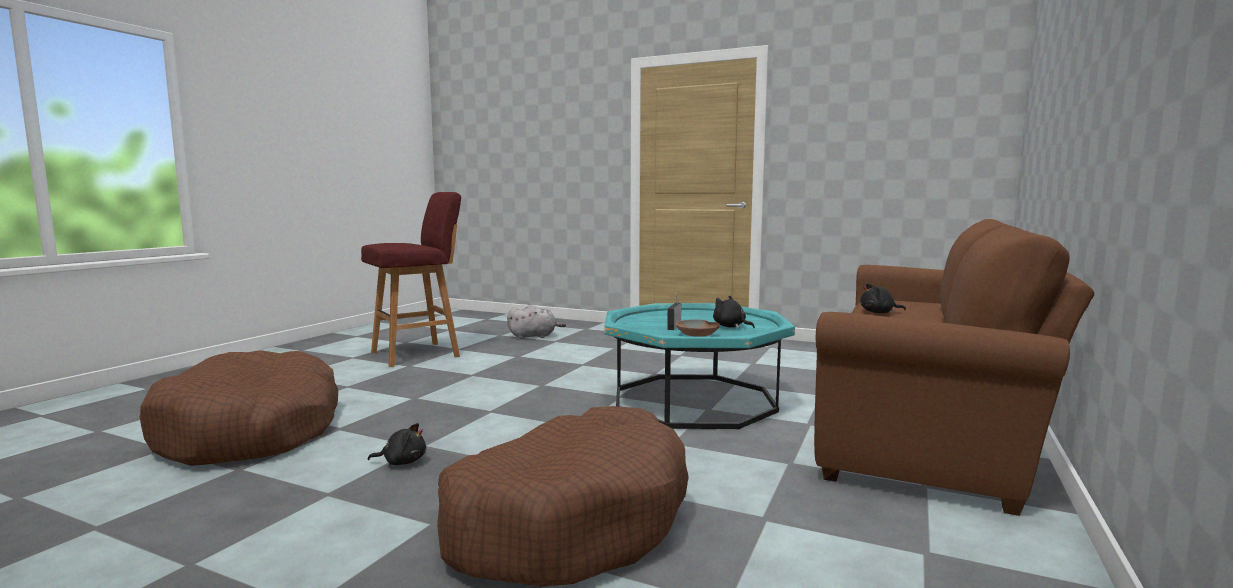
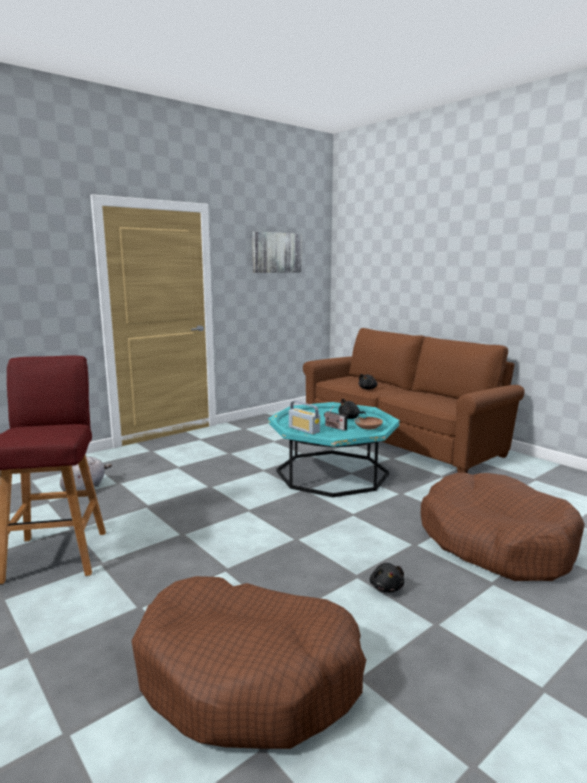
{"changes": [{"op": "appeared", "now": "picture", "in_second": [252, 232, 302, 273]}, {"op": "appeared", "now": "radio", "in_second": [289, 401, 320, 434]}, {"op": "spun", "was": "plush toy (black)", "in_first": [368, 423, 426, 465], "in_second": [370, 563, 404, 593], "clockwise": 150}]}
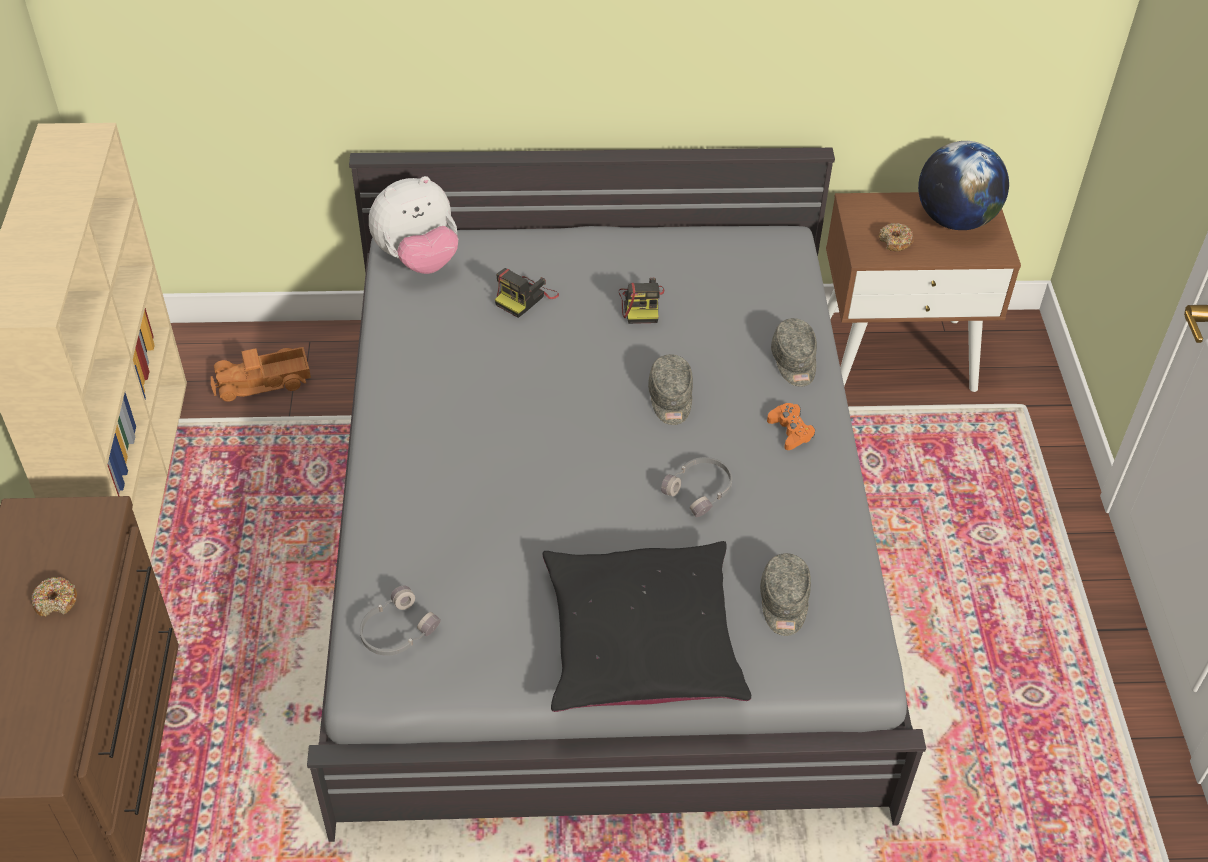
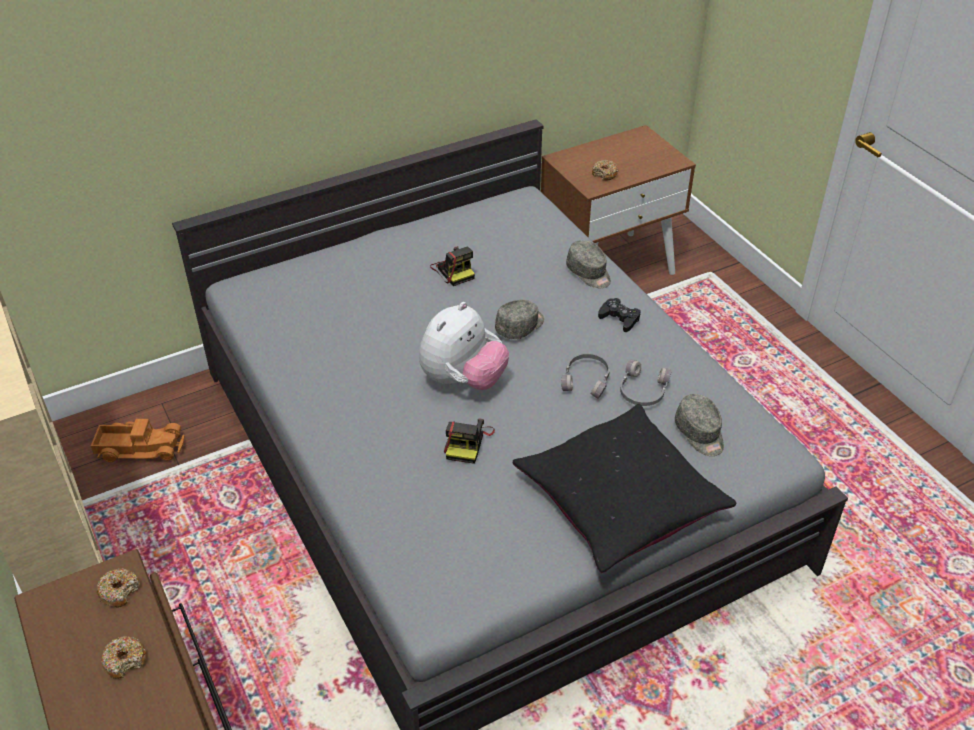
{"changes": [{"op": "spun", "was": "toy truck", "in_first": [211, 347, 311, 402], "in_second": [91, 419, 185, 462], "clockwise": -135}, {"op": "appeared", "now": "donut", "in_second": [97, 568, 140, 608]}, {"op": "relocated", "was": "plush toy", "in_first": [369, 176, 458, 274], "in_second": [419, 302, 509, 390]}, {"op": "relocated", "was": "photo camera", "in_first": [495, 268, 559, 318], "in_second": [444, 419, 495, 464]}, {"op": "spun", "was": "cap (grey)", "in_first": [648, 354, 693, 425], "in_second": [495, 300, 544, 339], "clockwise": -105}, {"op": "colour", "was": "game controller (orange)", "now": "game controller (black)", "in_first": [767, 403, 815, 450], "in_second": [598, 298, 641, 332]}, {"op": "relocated", "was": "headphones (grey)", "in_first": [360, 585, 441, 656], "in_second": [620, 360, 671, 406]}, {"op": "missing", "was": "globe", "in_first": [918, 141, 1009, 230]}]}
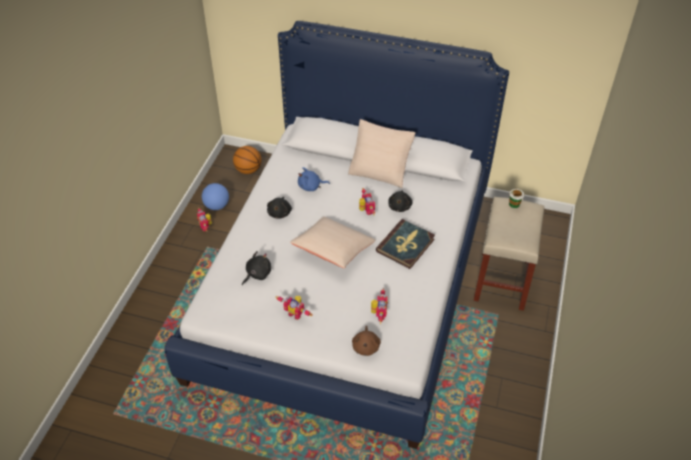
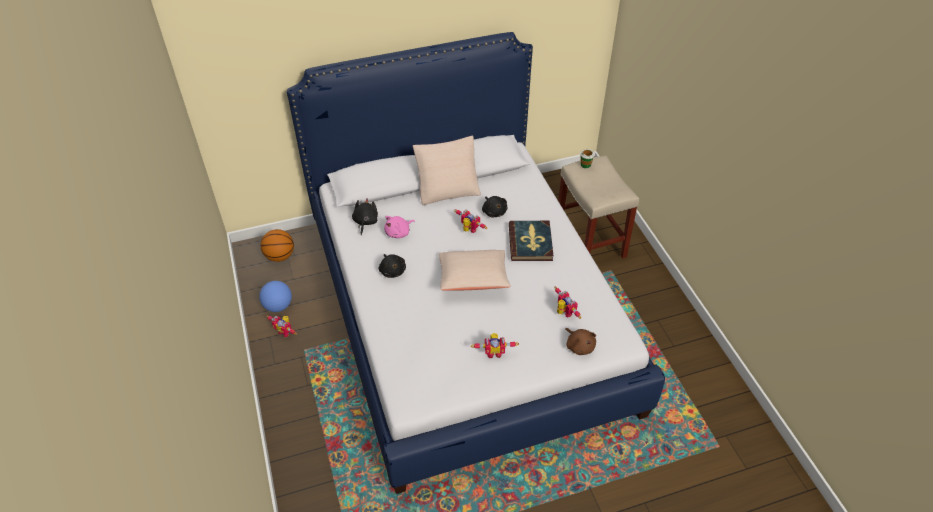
{"changes": [{"op": "relocated", "was": "plush toy (black)", "in_first": [242, 251, 271, 285], "in_second": [352, 198, 378, 235]}, {"op": "colour", "was": "plush toy (blue)", "now": "plush toy (pink)", "in_first": [298, 167, 330, 191], "in_second": [384, 216, 415, 238]}]}
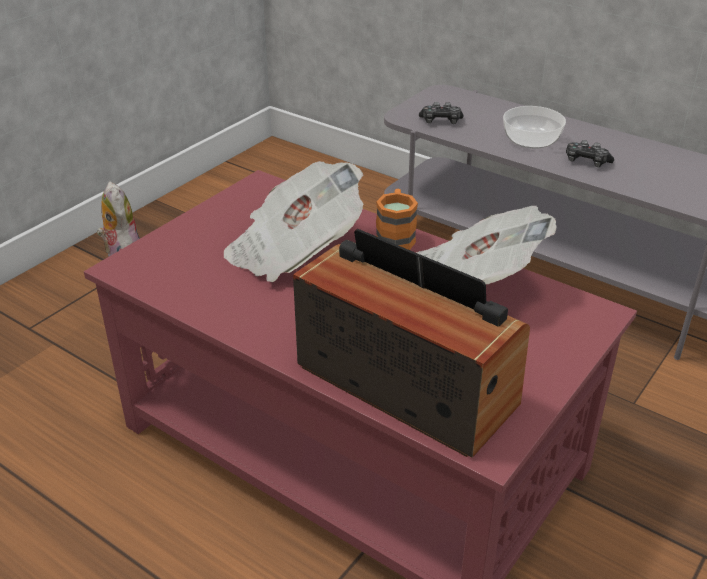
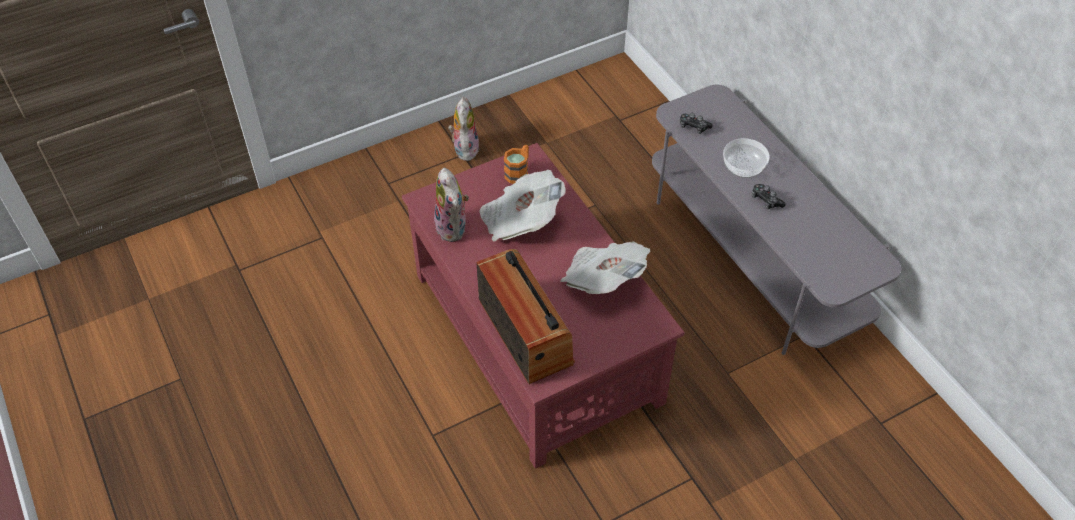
{"changes": [{"op": "appeared", "now": "plush toy", "in_second": [434, 168, 469, 242]}, {"op": "relocated", "was": "mug (orange)", "in_first": [376, 189, 418, 250], "in_second": [504, 145, 529, 184]}]}
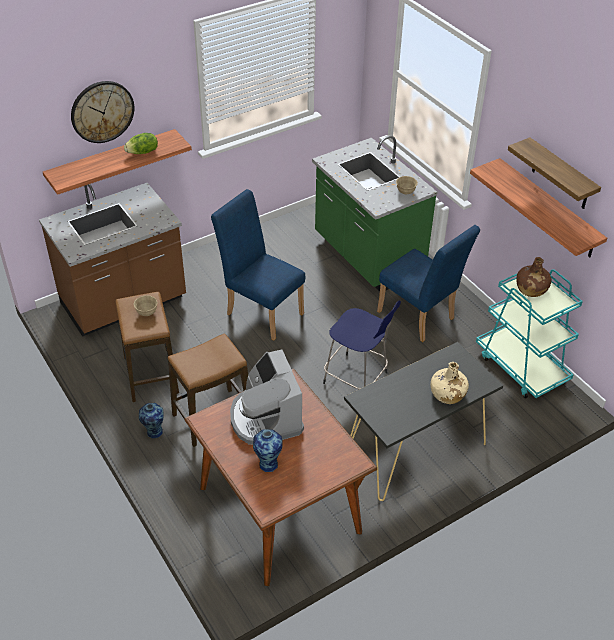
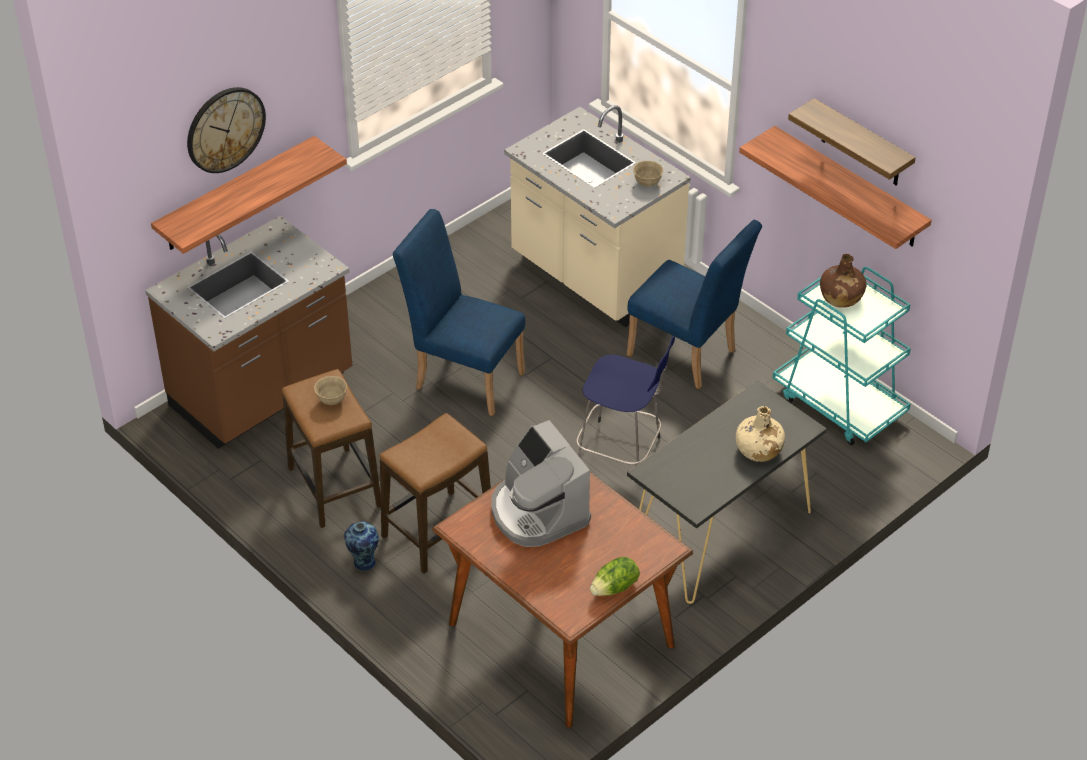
{"changes": [{"op": "colour", "was": "counter (green)", "now": "counter (beige)", "in_first": [312, 135, 437, 291], "in_second": [504, 105, 691, 327]}, {"op": "relocated", "was": "lettuce", "in_first": [124, 133, 158, 154], "in_second": [590, 557, 640, 596]}, {"op": "missing", "was": "vase", "in_first": [253, 429, 283, 472]}]}
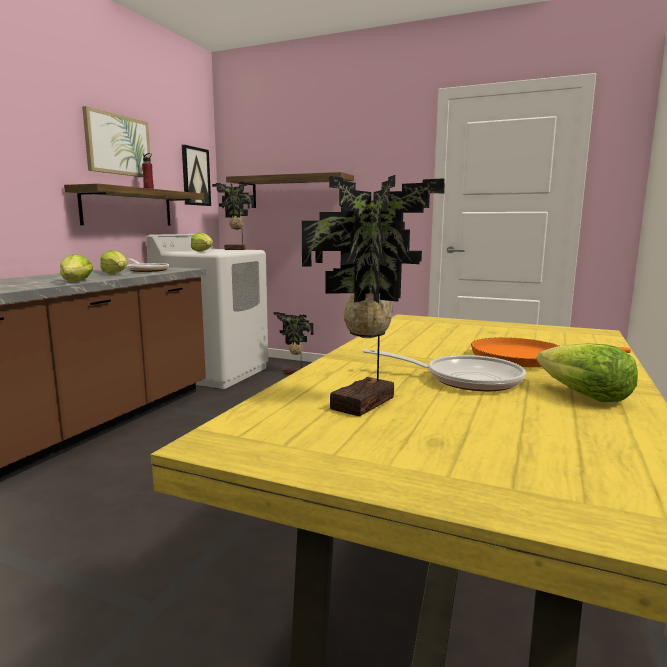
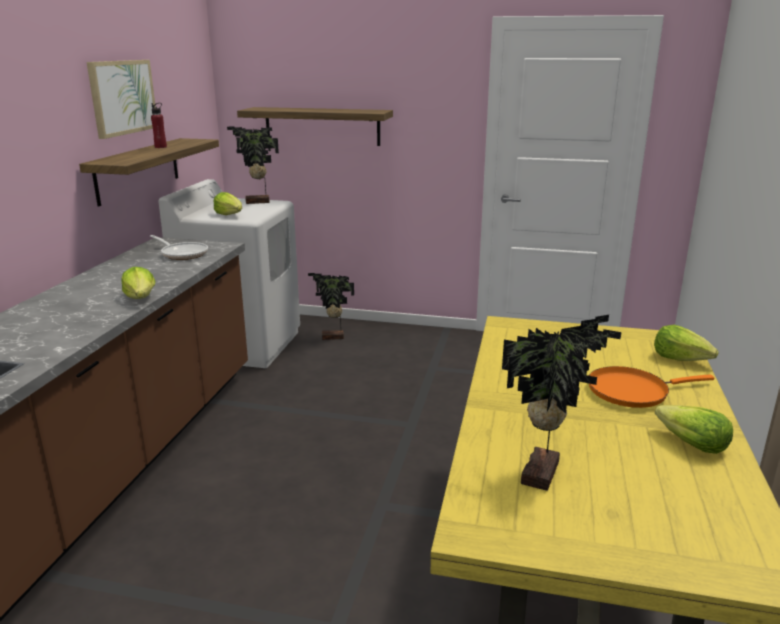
{"changes": [{"op": "relocated", "was": "lettuce", "in_first": [100, 250, 128, 273], "in_second": [654, 325, 719, 361]}, {"op": "missing", "was": "picture", "in_first": [182, 145, 211, 206]}, {"op": "missing", "was": "frying pan", "in_first": [363, 349, 526, 391]}]}
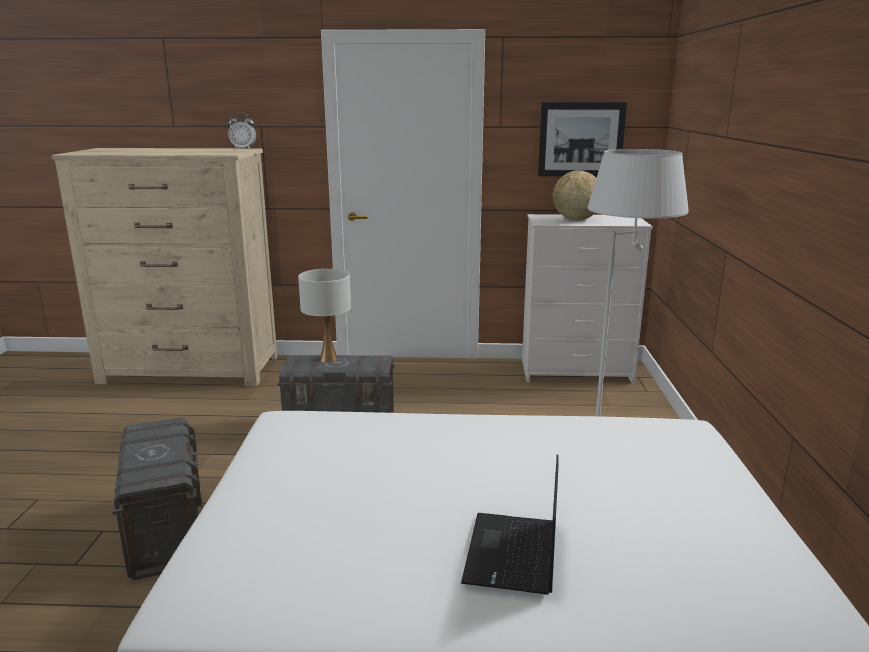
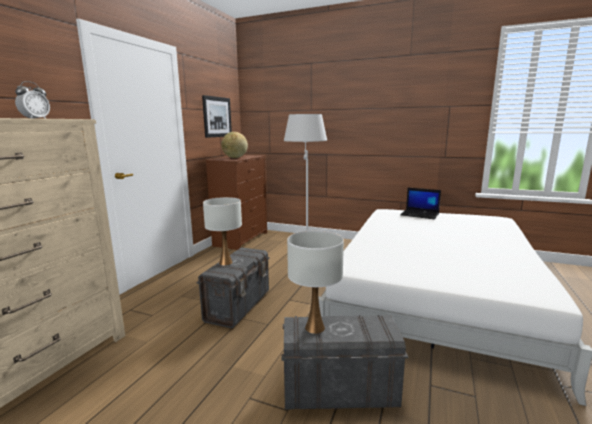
{"changes": [{"op": "colour", "was": "dresser (white)", "now": "dresser (brown)", "in_first": [522, 214, 653, 384], "in_second": [206, 155, 267, 250]}, {"op": "appeared", "now": "table lamp (white)", "in_second": [287, 231, 344, 334]}, {"op": "relocated", "was": "laptop", "in_first": [461, 454, 559, 595], "in_second": [400, 188, 441, 219]}]}
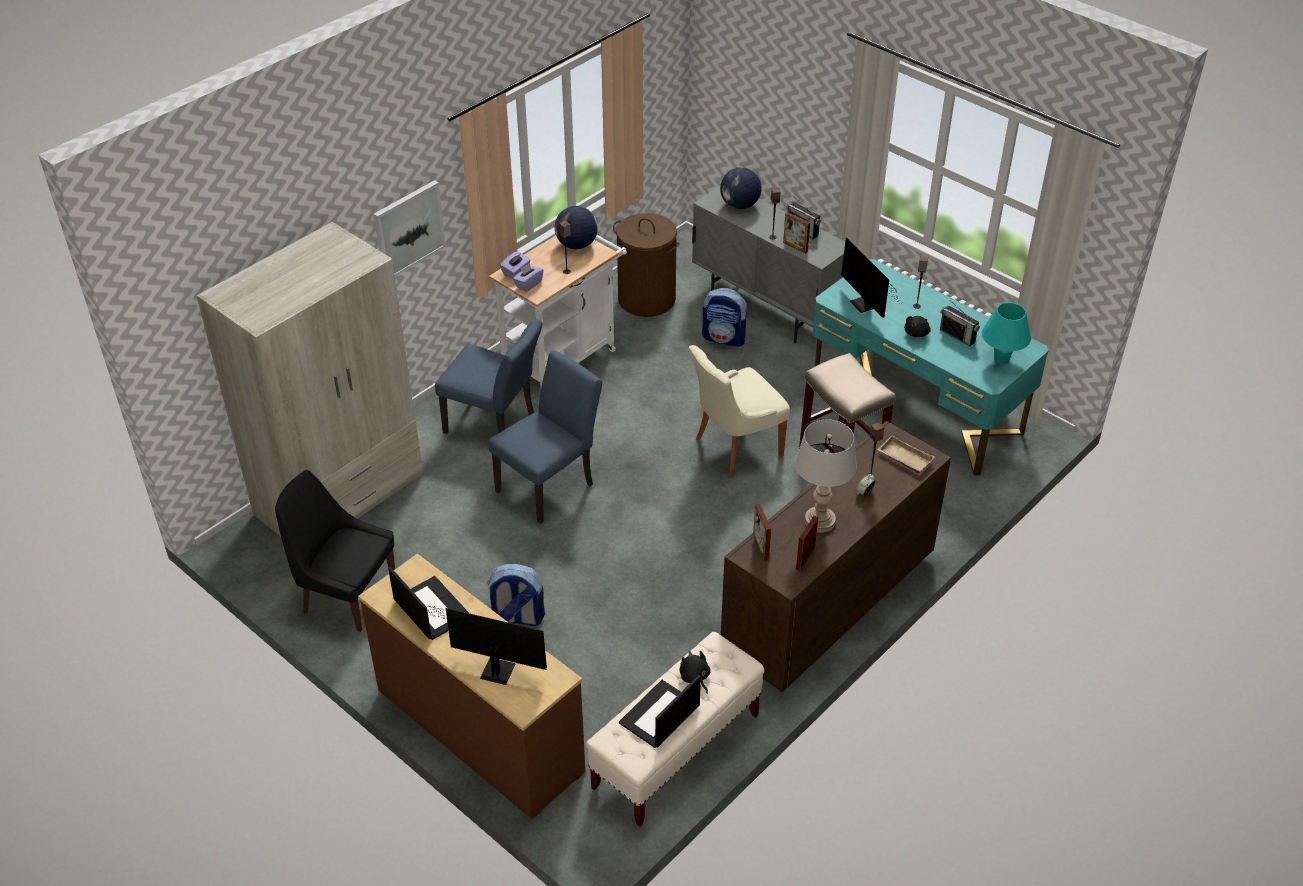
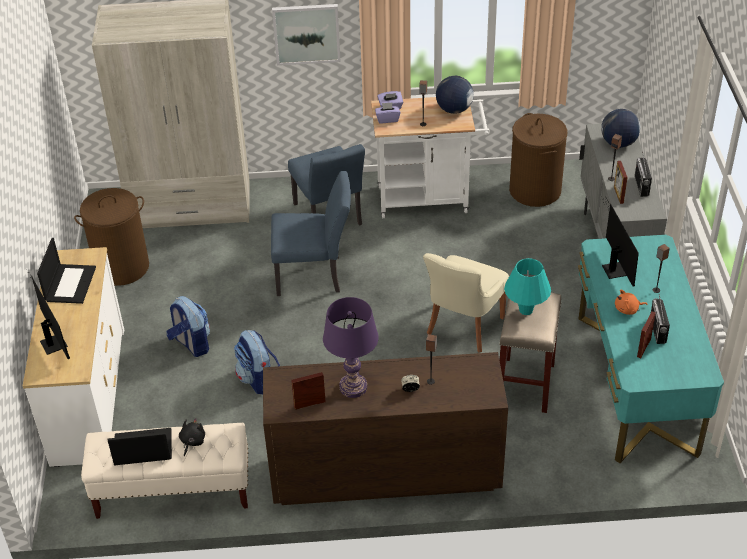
{"changes": [{"op": "colour", "was": "dresser (brown)", "now": "dresser (white)", "in_first": [358, 554, 585, 819], "in_second": [23, 247, 124, 467]}, {"op": "exchanged", "was": "chair (black)", "now": "laundry basket (brown)", "in_first": [275, 470, 395, 632], "in_second": [74, 188, 149, 286]}, {"op": "relocated", "was": "backpack", "in_first": [702, 288, 749, 347], "in_second": [234, 330, 280, 394]}, {"op": "colour", "was": "table lamp (grey)", "now": "table lamp (purple)", "in_first": [795, 419, 857, 533], "in_second": [323, 297, 379, 398]}, {"op": "spun", "was": "chair (beige)", "in_first": [689, 345, 790, 477], "in_second": [423, 253, 509, 353], "clockwise": -75}, {"op": "relocated", "was": "table lamp (turquoise)", "in_first": [982, 302, 1031, 364], "in_second": [504, 258, 551, 315]}, {"op": "spun", "was": "monitor", "in_first": [841, 237, 902, 318], "in_second": [602, 197, 639, 286], "clockwise": 150}, {"op": "colour", "was": "plush toy (black)", "now": "plush toy (orange)", "in_first": [904, 316, 931, 337], "in_second": [615, 290, 648, 315]}, {"op": "relocated", "was": "picture frame", "in_first": [753, 504, 771, 561], "in_second": [637, 311, 656, 358]}, {"op": "missing", "was": "tray (beige)", "in_first": [877, 435, 934, 473]}]}
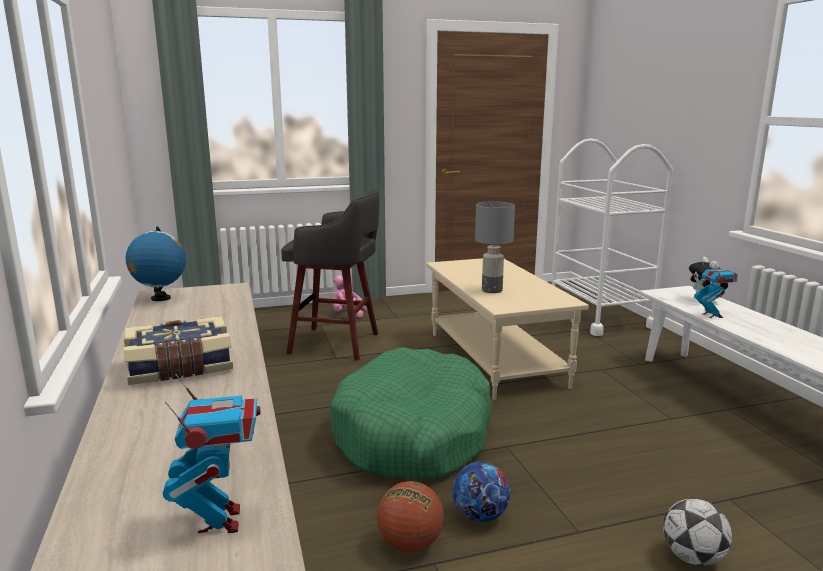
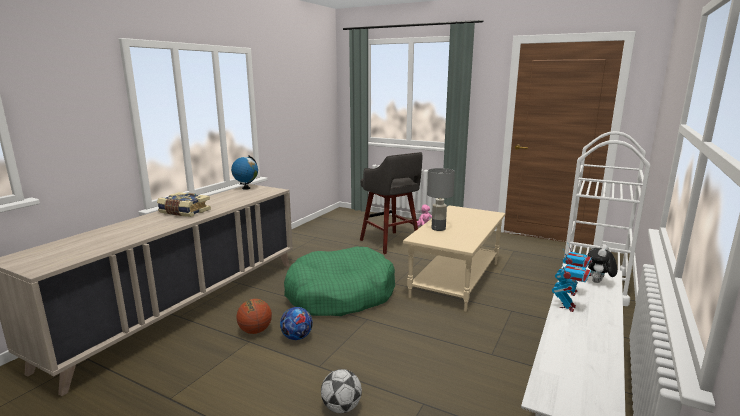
{"changes": [{"op": "relocated", "was": "toy robot", "in_first": [163, 374, 261, 533], "in_second": [552, 255, 592, 312]}]}
